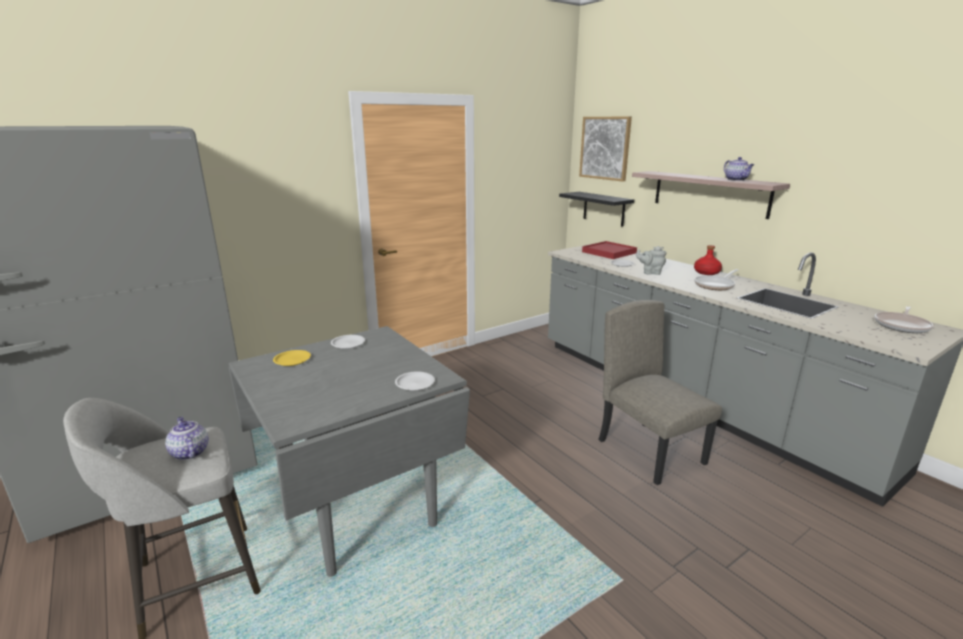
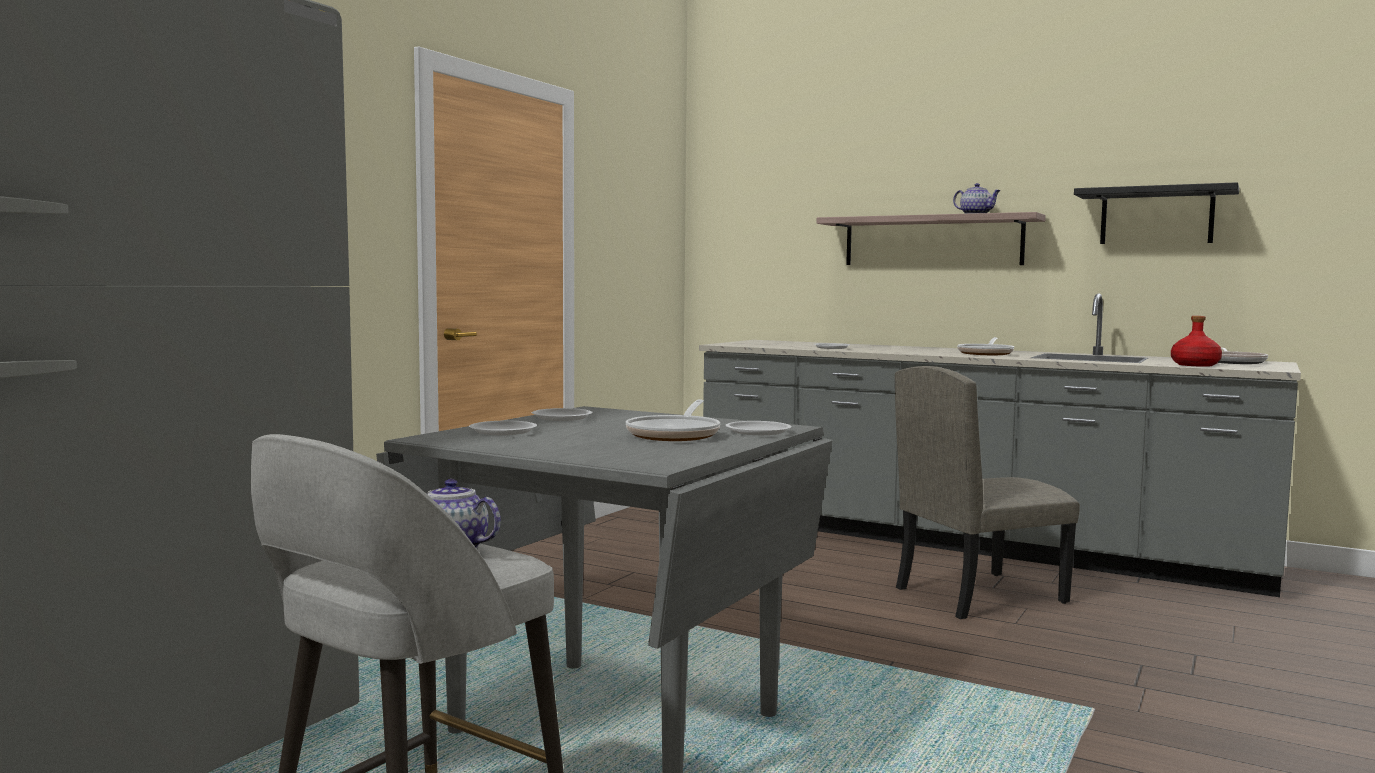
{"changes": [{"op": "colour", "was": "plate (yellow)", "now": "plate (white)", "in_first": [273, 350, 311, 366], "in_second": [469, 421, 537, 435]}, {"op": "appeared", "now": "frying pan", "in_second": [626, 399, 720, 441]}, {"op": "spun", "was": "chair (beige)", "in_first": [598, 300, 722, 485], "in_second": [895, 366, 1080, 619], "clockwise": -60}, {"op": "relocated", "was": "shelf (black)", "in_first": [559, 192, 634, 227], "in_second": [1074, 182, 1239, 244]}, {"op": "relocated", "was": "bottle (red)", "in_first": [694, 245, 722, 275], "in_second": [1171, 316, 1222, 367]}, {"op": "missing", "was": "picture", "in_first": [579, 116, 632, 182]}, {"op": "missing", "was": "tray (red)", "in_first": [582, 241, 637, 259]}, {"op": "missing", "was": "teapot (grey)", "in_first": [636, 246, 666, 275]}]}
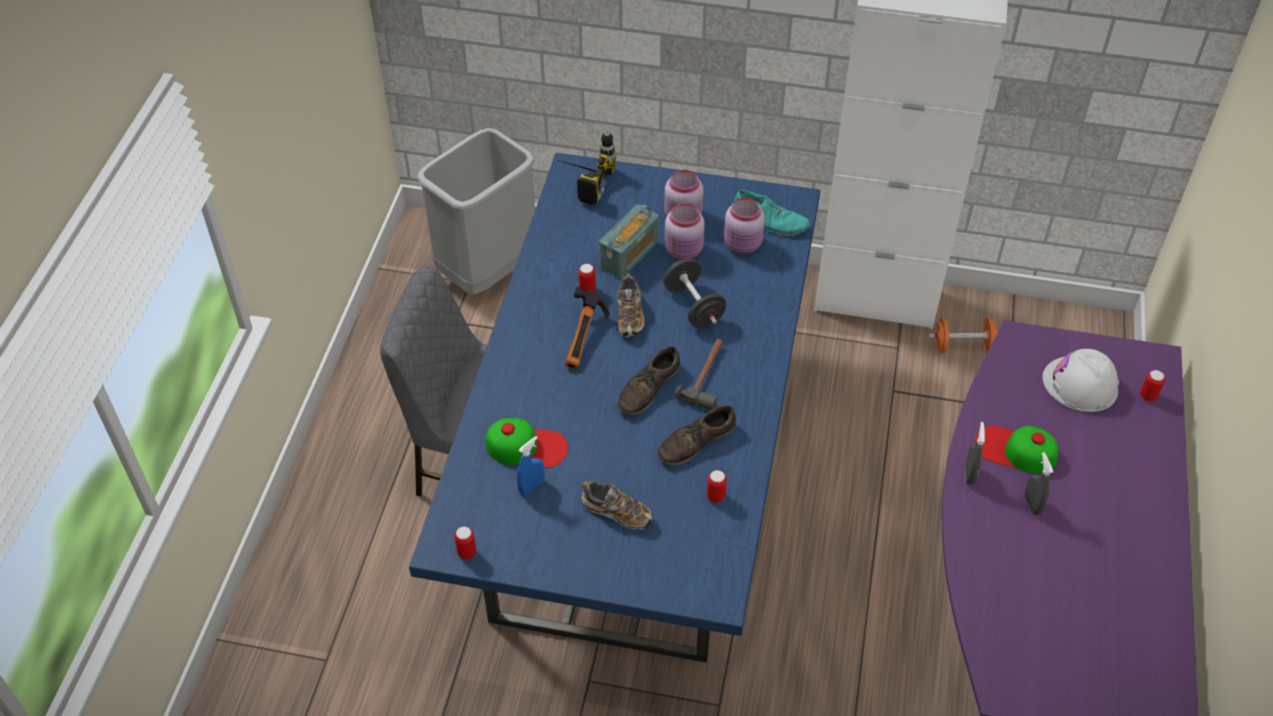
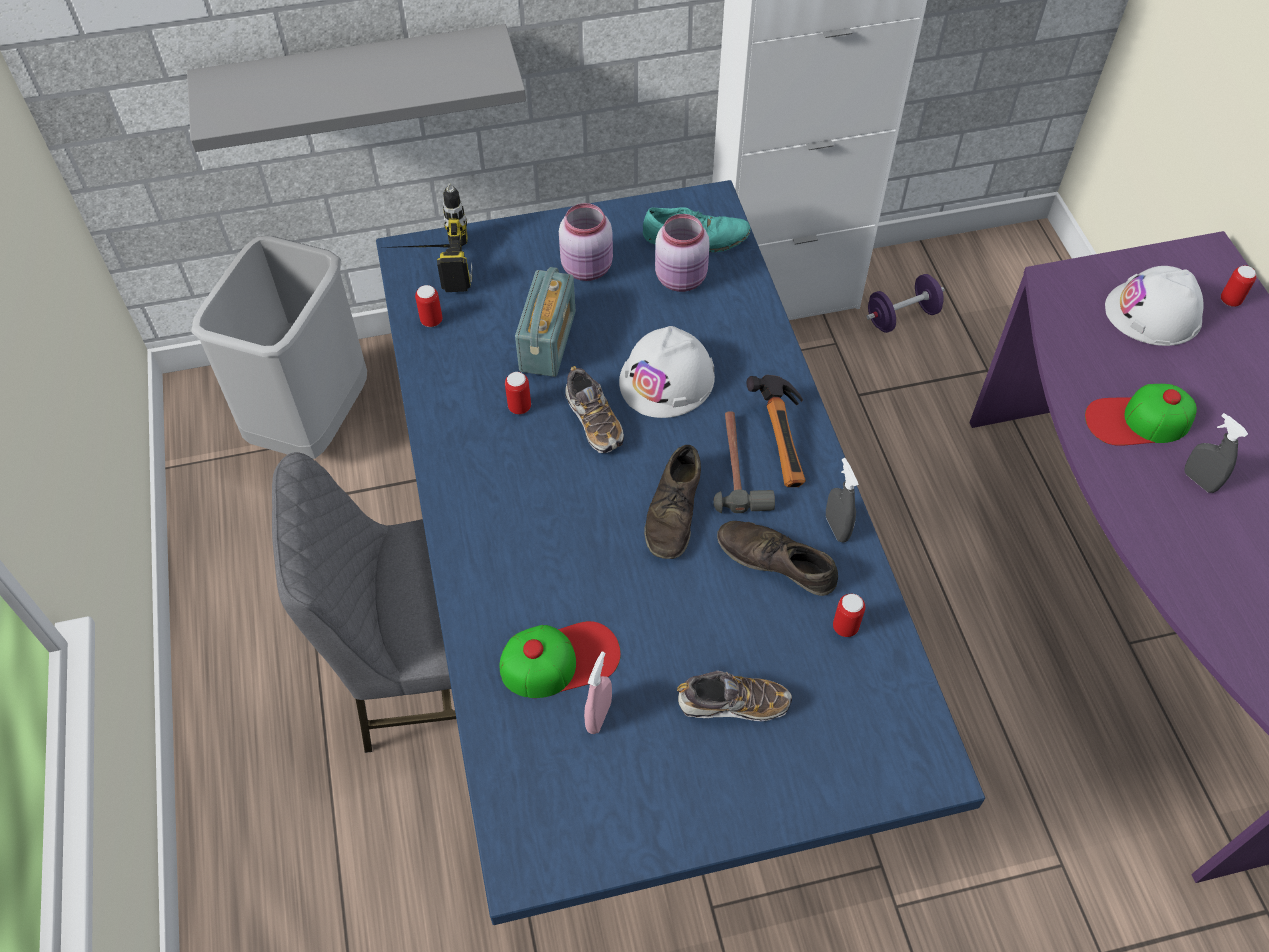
{"changes": [{"op": "appeared", "now": "shelf (grey)", "in_second": [187, 24, 526, 152]}, {"op": "relocated", "was": "can", "in_first": [454, 526, 476, 559], "in_second": [415, 285, 443, 327]}, {"op": "colour", "was": "spray bottle (blue)", "now": "spray bottle (pink)", "in_first": [517, 436, 544, 495], "in_second": [584, 651, 612, 734]}, {"op": "exchanged", "was": "dumbbell (black)", "now": "hard hat (white)", "in_first": [663, 258, 726, 328], "in_second": [619, 326, 715, 418]}, {"op": "spun", "was": "shoe (brown)", "in_first": [657, 405, 736, 465], "in_second": [717, 521, 838, 596], "clockwise": 90}, {"op": "relocated", "was": "hammer", "in_first": [565, 287, 610, 369], "in_second": [746, 375, 806, 487]}, {"op": "relocated", "was": "spray bottle (grey)", "in_first": [965, 422, 985, 485], "in_second": [826, 458, 859, 543]}, {"op": "colour", "was": "dumbbell (orange)", "now": "dumbbell (purple)", "in_first": [928, 318, 997, 353], "in_second": [867, 274, 944, 333]}, {"op": "missing", "was": "jar (pink)", "in_first": [665, 203, 705, 260]}]}
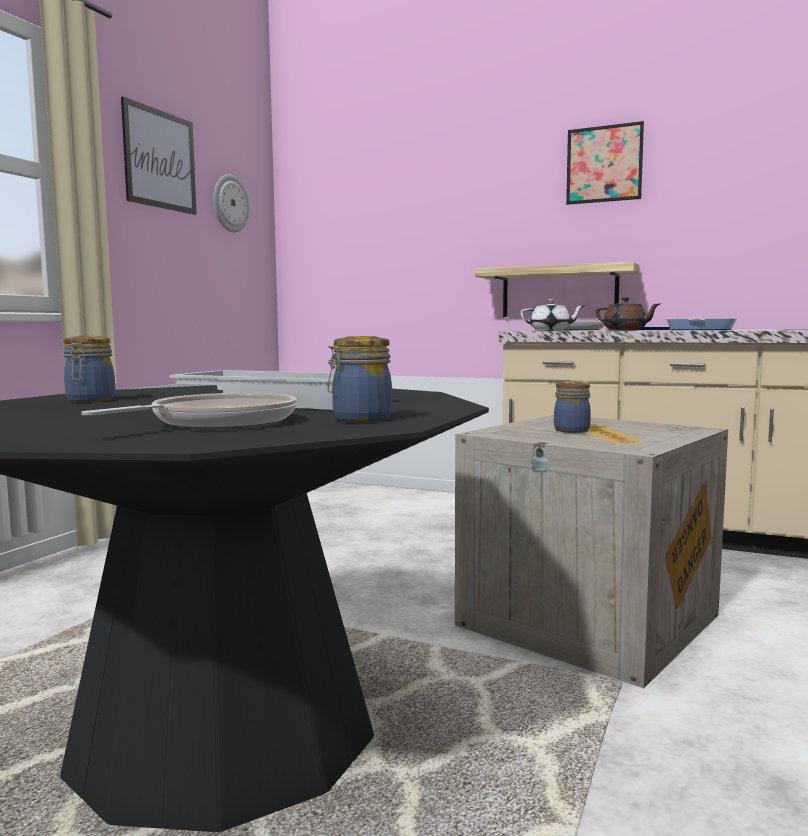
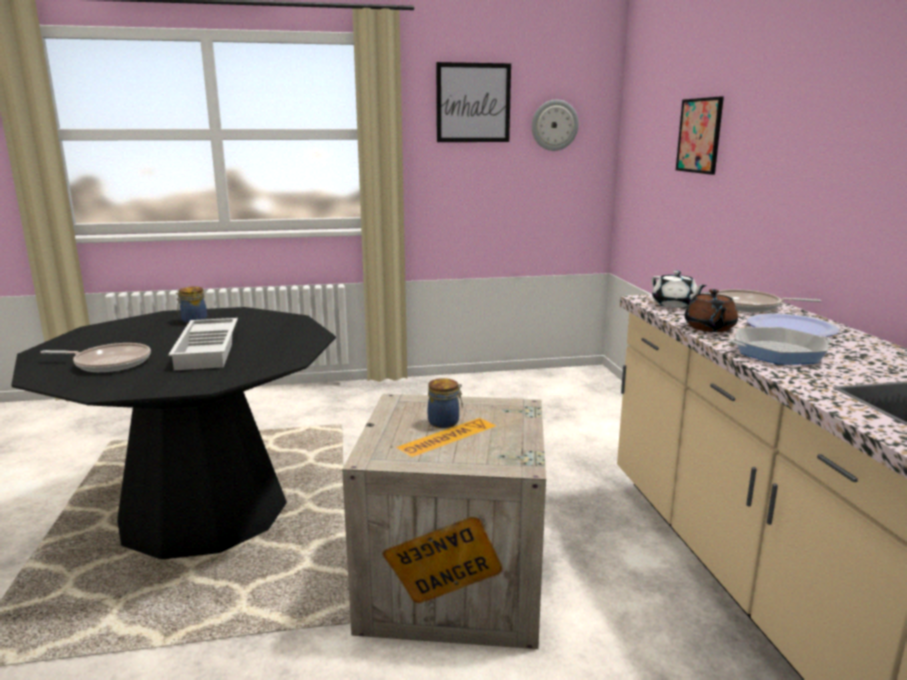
{"changes": [{"op": "relocated", "was": "picture", "in_first": [566, 121, 644, 205], "in_second": [676, 96, 724, 175]}, {"op": "missing", "was": "jar", "in_first": [327, 336, 392, 422]}, {"op": "missing", "was": "shelf", "in_first": [475, 262, 639, 317]}]}
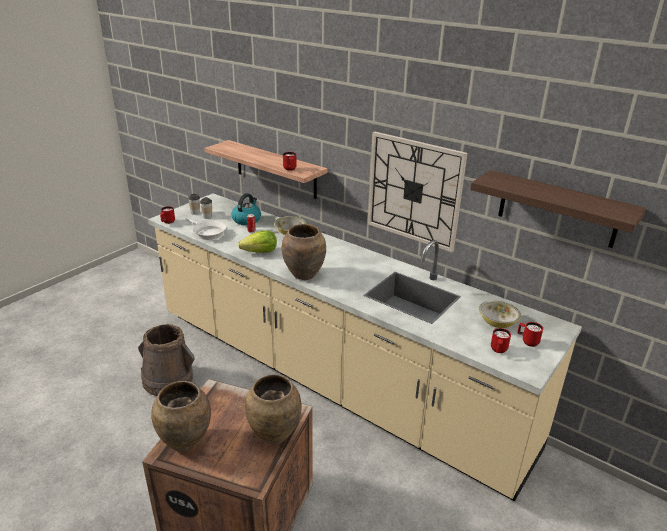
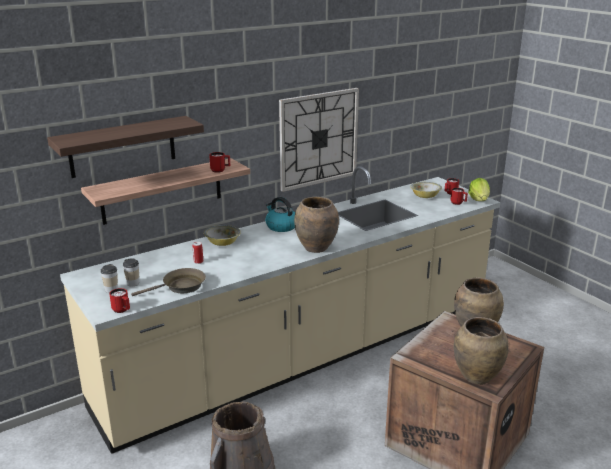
{"changes": [{"op": "relocated", "was": "shelf", "in_first": [470, 170, 646, 248], "in_second": [47, 116, 204, 178]}, {"op": "colour", "was": "frying pan (white)", "now": "frying pan (brown)", "in_first": [186, 218, 226, 240], "in_second": [131, 268, 206, 296]}, {"op": "relocated", "was": "kettle", "in_first": [231, 193, 261, 225], "in_second": [265, 197, 295, 232]}, {"op": "relocated", "was": "lettuce", "in_first": [238, 230, 277, 253], "in_second": [468, 178, 490, 201]}]}
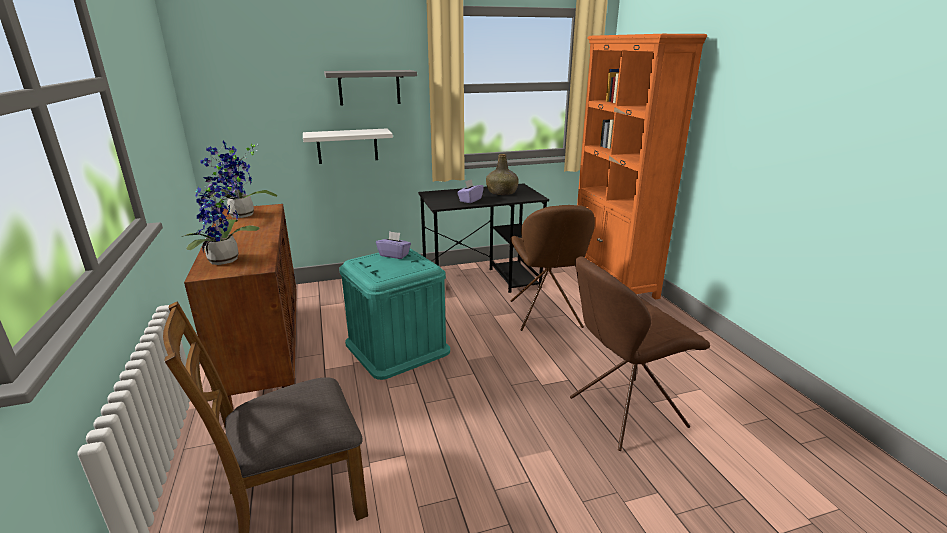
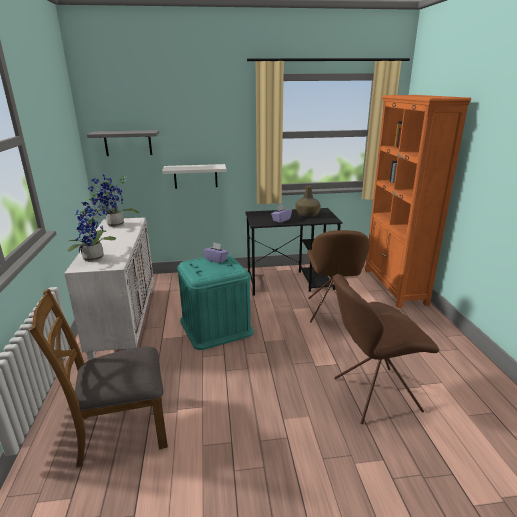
{"changes": [{"op": "colour", "was": "cabinet (brown)", "now": "cabinet (white)", "in_first": [184, 204, 297, 409], "in_second": [64, 217, 154, 360]}, {"op": "relocated", "was": "shelf (grey)", "in_first": [324, 70, 417, 106], "in_second": [87, 130, 159, 156]}]}
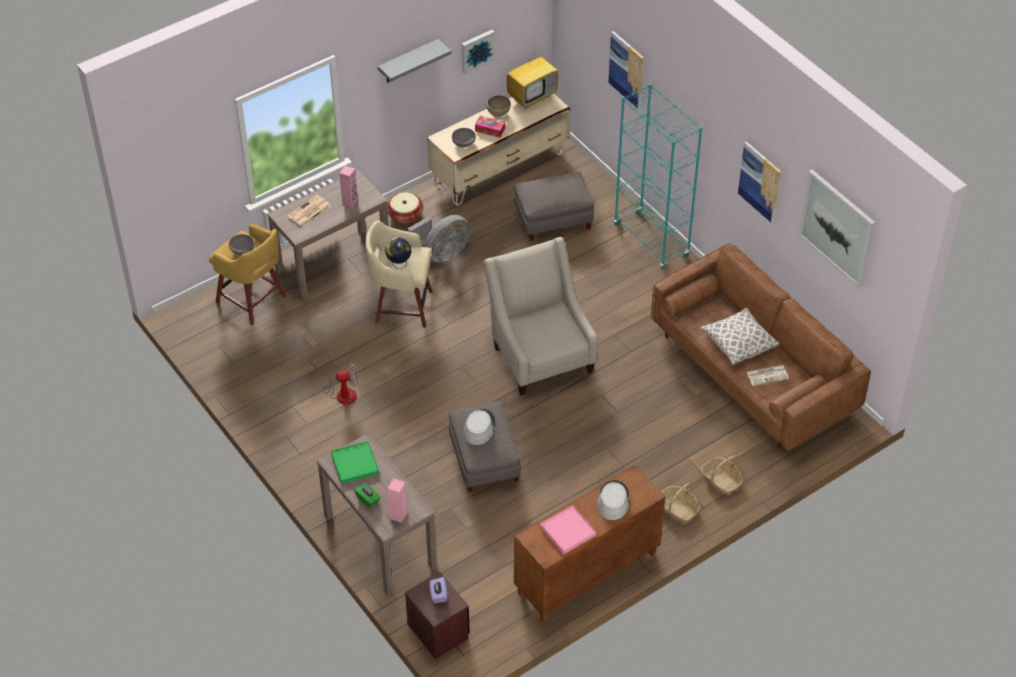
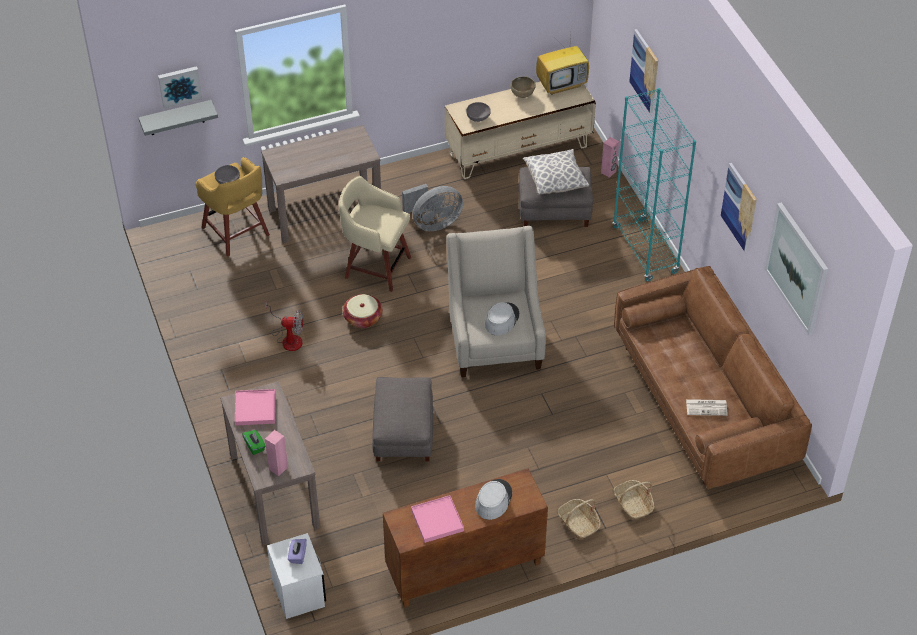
{"changes": [{"op": "relocated", "was": "shelf (grey)", "in_first": [378, 39, 451, 83], "in_second": [139, 100, 218, 136]}, {"op": "relocated", "was": "picture", "in_first": [462, 30, 495, 74], "in_second": [158, 66, 202, 109]}, {"op": "colour", "was": "tray (green)", "now": "tray (pink)", "in_first": [331, 441, 379, 484], "in_second": [235, 389, 275, 426]}, {"op": "colour", "was": "nightstand (brown)", "now": "nightstand (white)", "in_first": [405, 572, 470, 659], "in_second": [267, 533, 326, 619]}, {"op": "relocated", "was": "basket", "in_first": [387, 192, 423, 224], "in_second": [343, 294, 383, 328]}, {"op": "relocated", "was": "hat (grey)", "in_first": [464, 409, 495, 445], "in_second": [485, 302, 520, 335]}, {"op": "relocated", "was": "pillow", "in_first": [700, 308, 779, 365], "in_second": [523, 149, 589, 195]}, {"op": "relocated", "was": "speaker (pink)", "in_first": [340, 166, 358, 208], "in_second": [601, 137, 619, 178]}, {"op": "missing", "was": "newspaper", "in_first": [287, 195, 331, 227]}, {"op": "missing", "was": "globe", "in_first": [385, 238, 411, 269]}, {"op": "missing", "was": "tissue box", "in_first": [475, 116, 505, 138]}]}
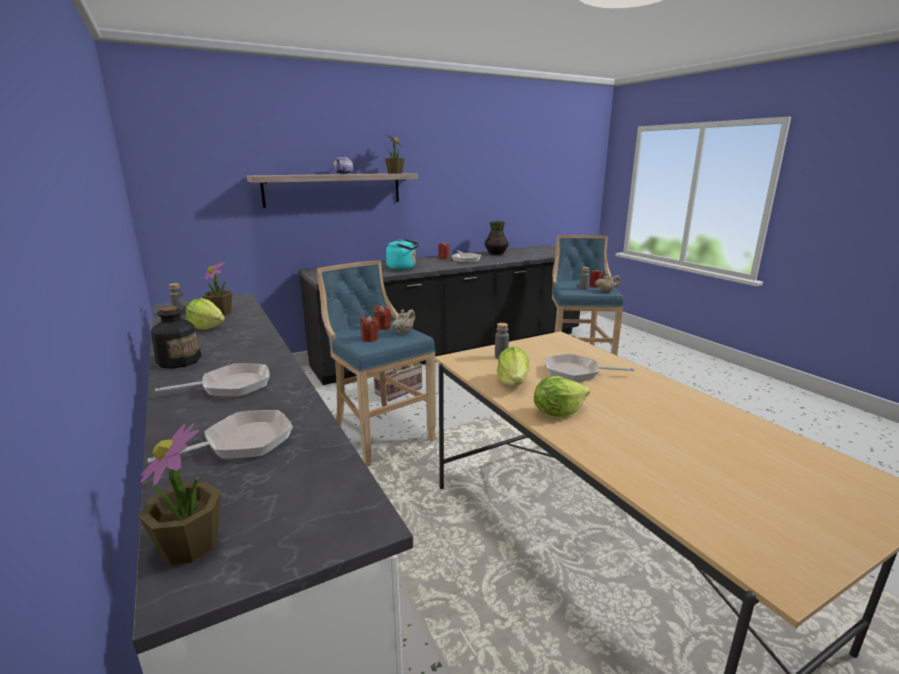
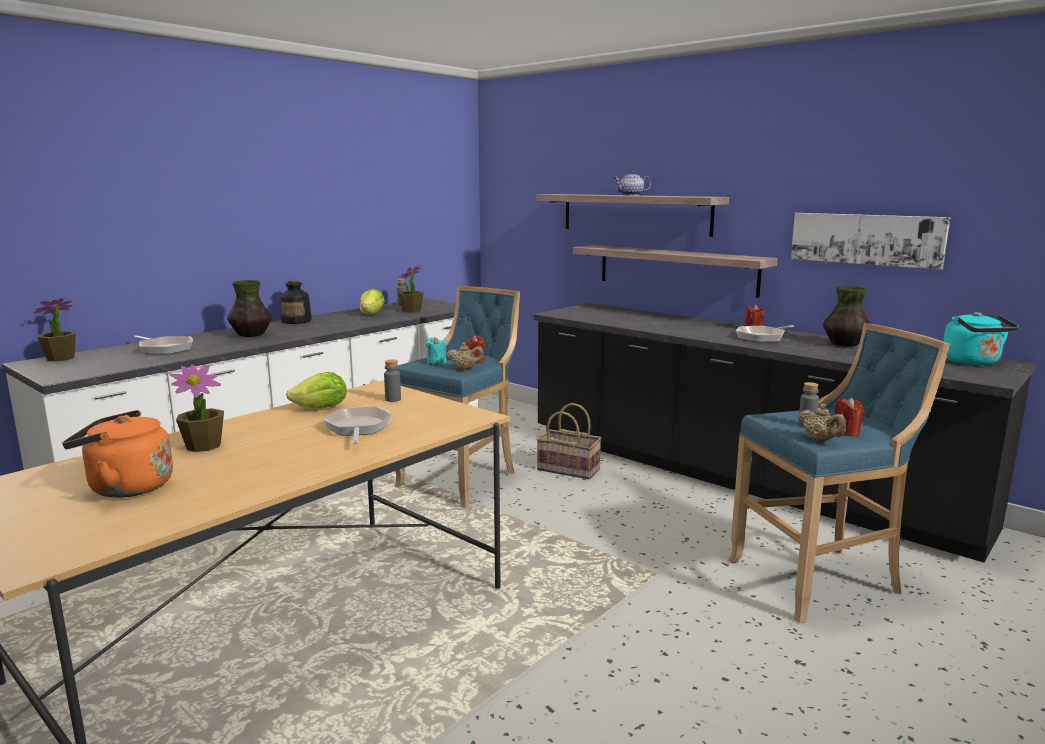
{"changes": [{"op": "appeared", "now": "kettle (orange)", "in_second": [62, 410, 173, 498]}, {"op": "relocated", "was": "potted plant", "in_first": [385, 134, 405, 174], "in_second": [170, 365, 224, 452]}, {"op": "exchanged", "was": "frying pan", "now": "vase", "in_first": [155, 363, 270, 397], "in_second": [227, 280, 272, 337]}, {"op": "colour", "was": "candle (red)", "now": "candle (turquoise)", "in_first": [361, 315, 379, 342], "in_second": [426, 337, 446, 365]}, {"op": "appeared", "now": "shelf", "in_second": [573, 245, 778, 298]}, {"op": "appeared", "now": "picture", "in_second": [791, 213, 950, 270]}, {"op": "relocated", "was": "kettle (turquoise)", "in_first": [386, 239, 420, 270], "in_second": [943, 312, 1019, 365]}, {"op": "missing", "was": "lettuce", "in_first": [534, 376, 590, 417]}]}
